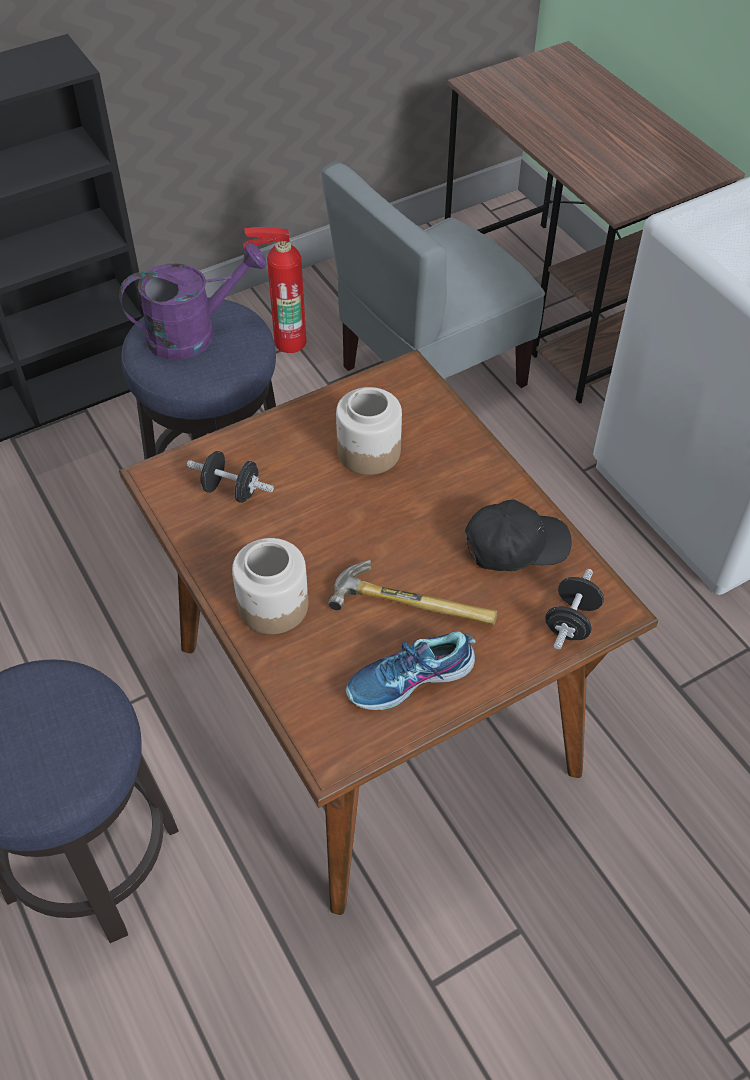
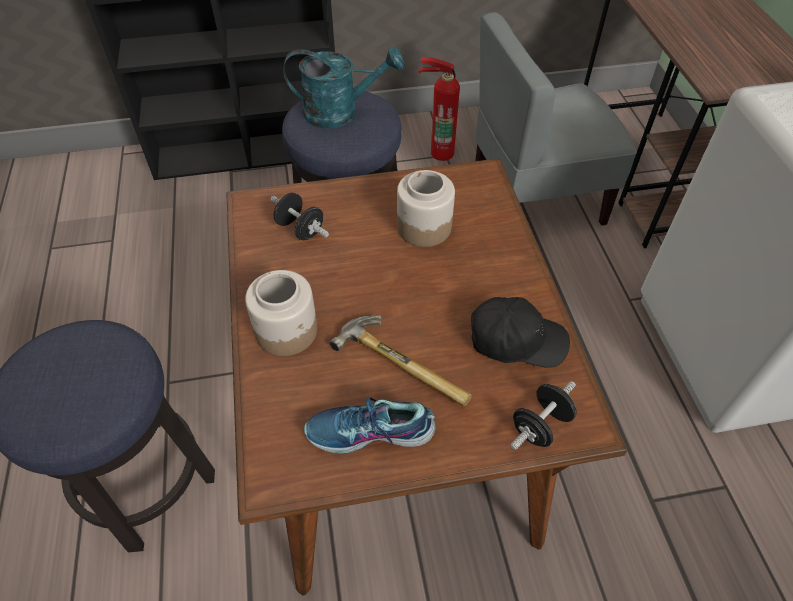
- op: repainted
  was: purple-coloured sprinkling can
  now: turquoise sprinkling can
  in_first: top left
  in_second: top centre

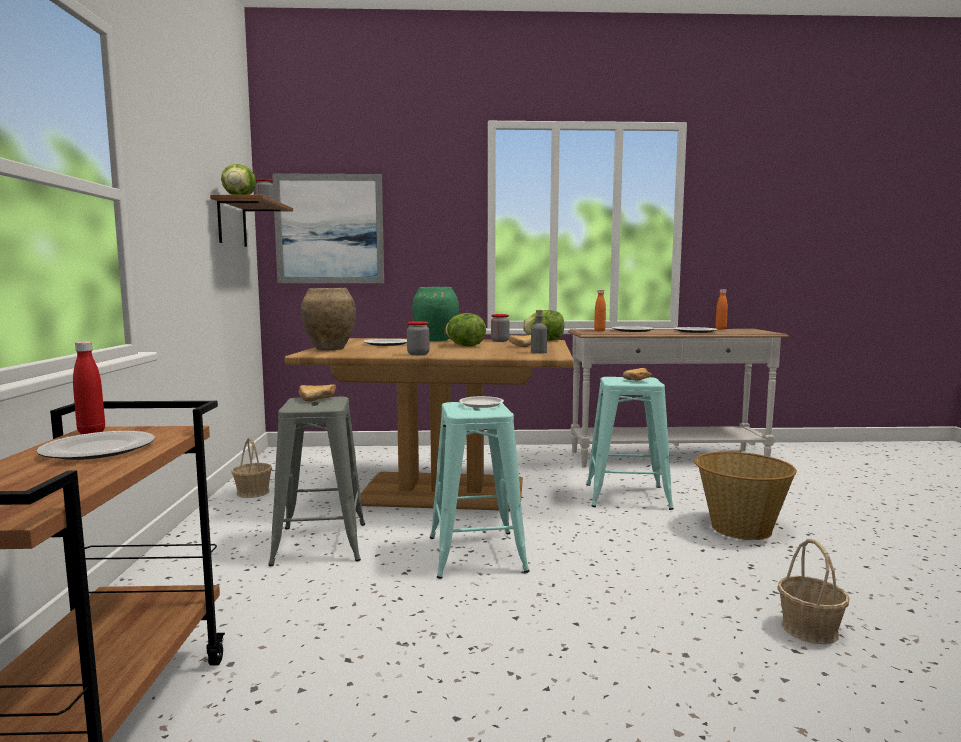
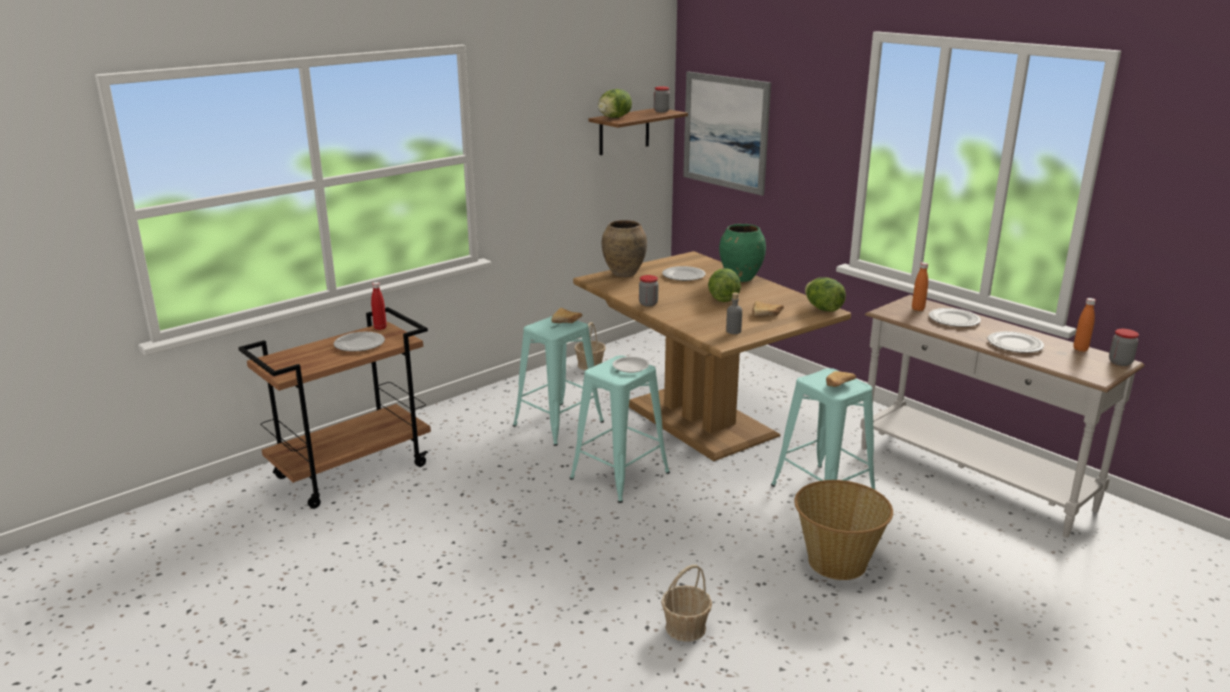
- op: shifted
  was: preserve jar (no. 3 from left)
  in_first: centre
  in_second: middle right
- op: repainted
  was: greyish stool
  now: turquoise stool (no. 1 from left)
  in_first: middle left
  in_second: centre

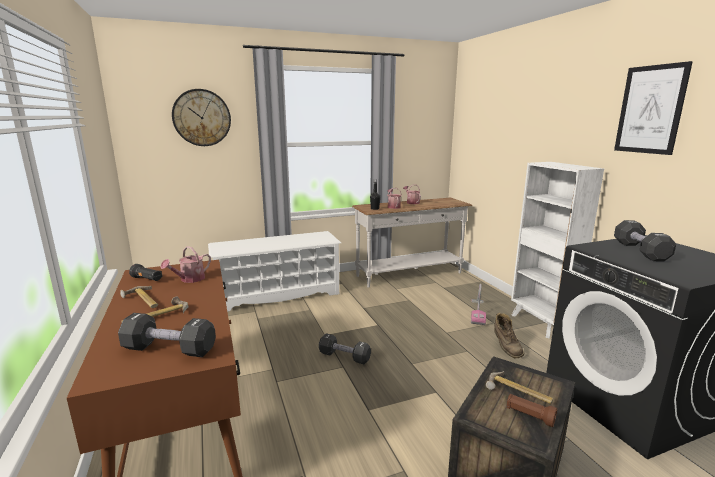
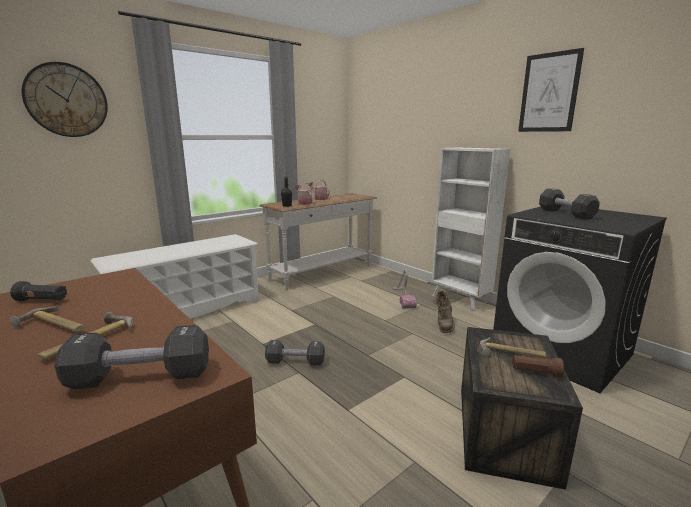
- op: gone
  was: sprinkling can (no. 1 from left)
  in_first: middle left
- op: rotated
  was: brown tall boot
  in_first: bottom right
  in_second: centre
  clockwise: 45

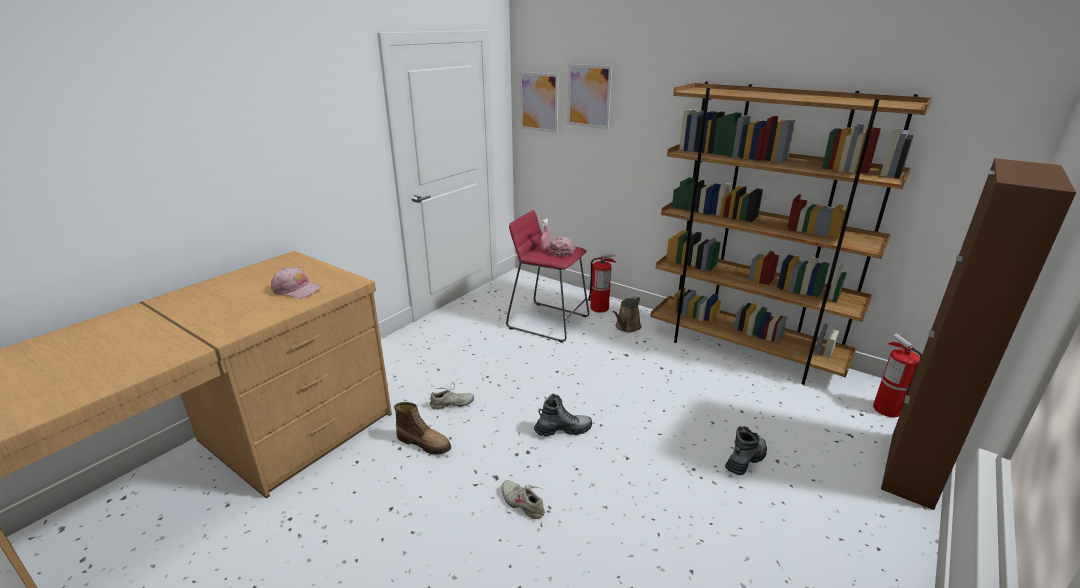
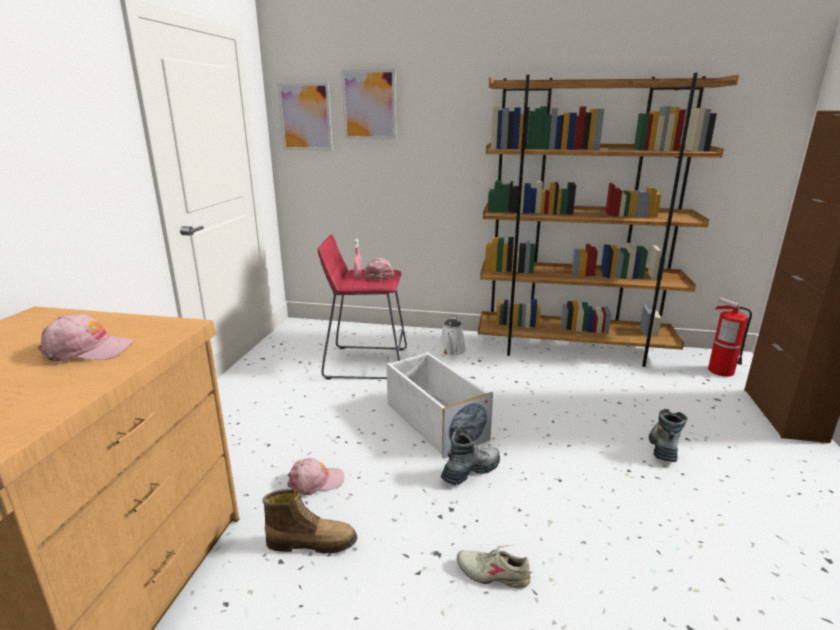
- op: gone
  was: extinguisher (no. 1 from left)
  in_first: centre
- op: new
  now: white storage box
  in_second: centre
- op: swapped
  was: beige-coloured low shoe (no. 1 from left)
  now: pinkish peaked cap (no. 2 from left)
  in_first: bottom centre
  in_second: bottom centre
- op: repainted
  was: brown sprinkling can
  now: white sprinkling can
  in_first: centre
  in_second: centre

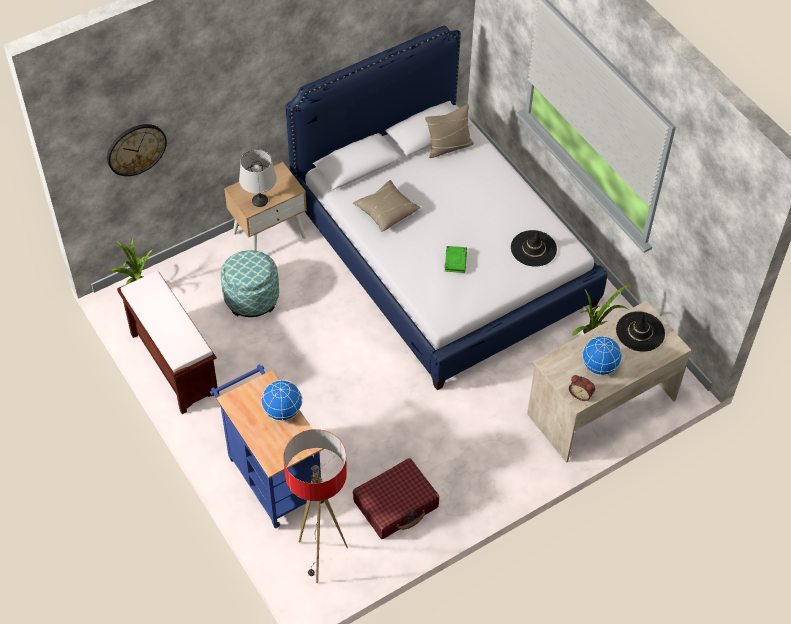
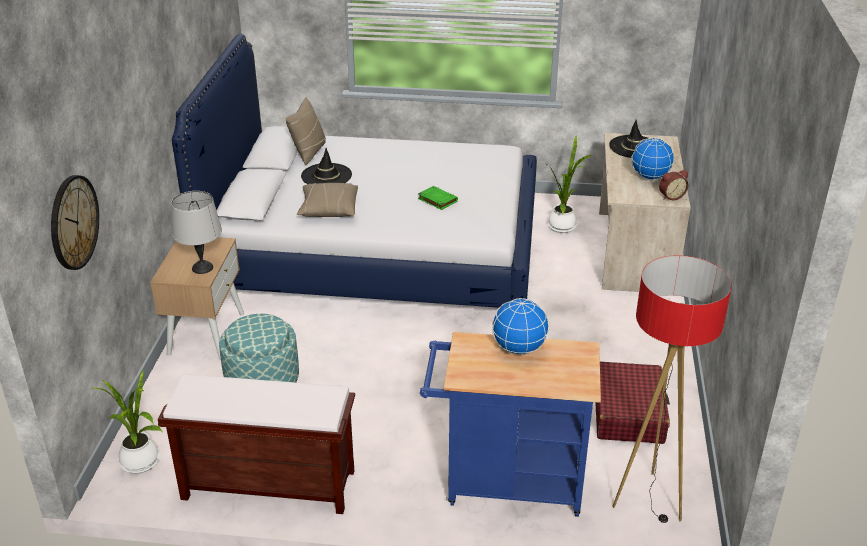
- op: shifted
  was: black-coloured clothing hat (no. 1 from left)
  in_first: middle right
  in_second: top centre

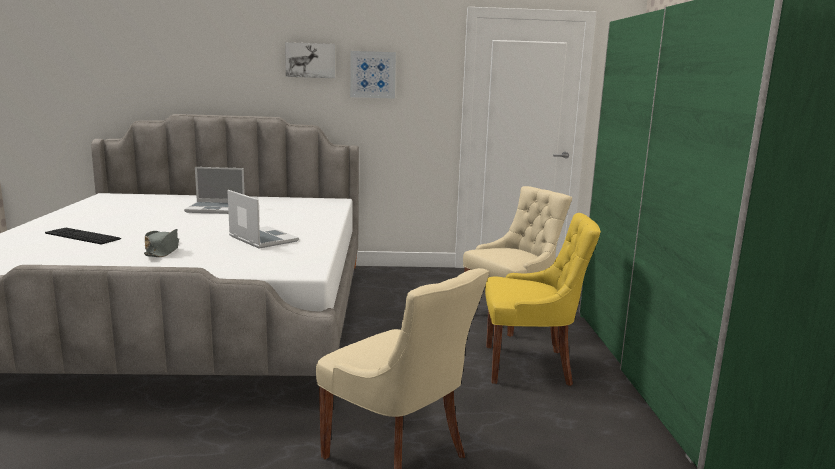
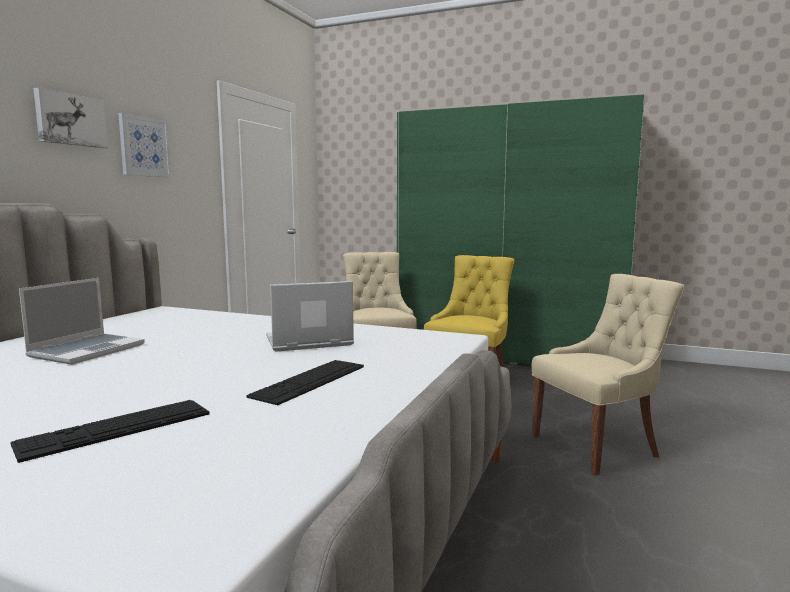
- op: swapped
  was: greyish clothing hat
  now: keyboard (no. 2 from left)
  in_first: middle left
  in_second: centre

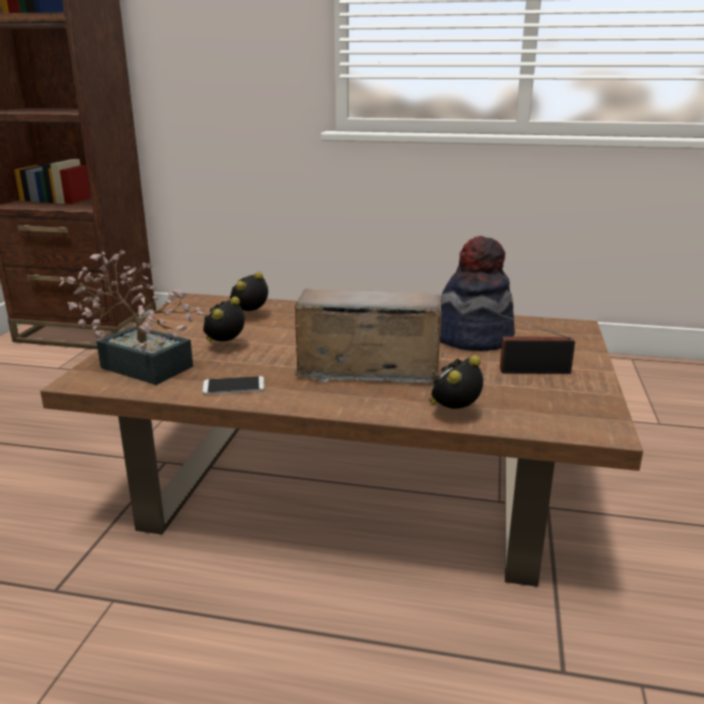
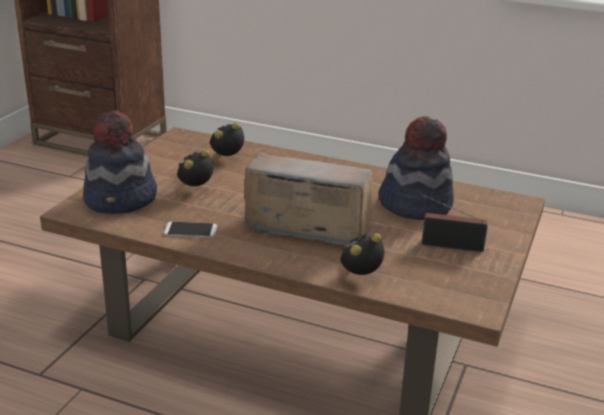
- op: swapped
  was: houseplant
  now: clothing hat (no. 1 from left)
  in_first: middle left
  in_second: middle left

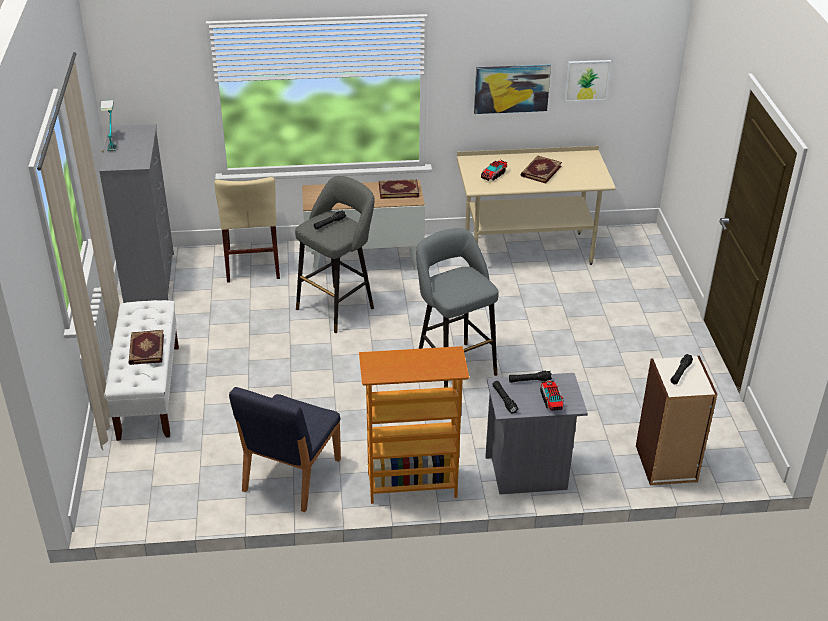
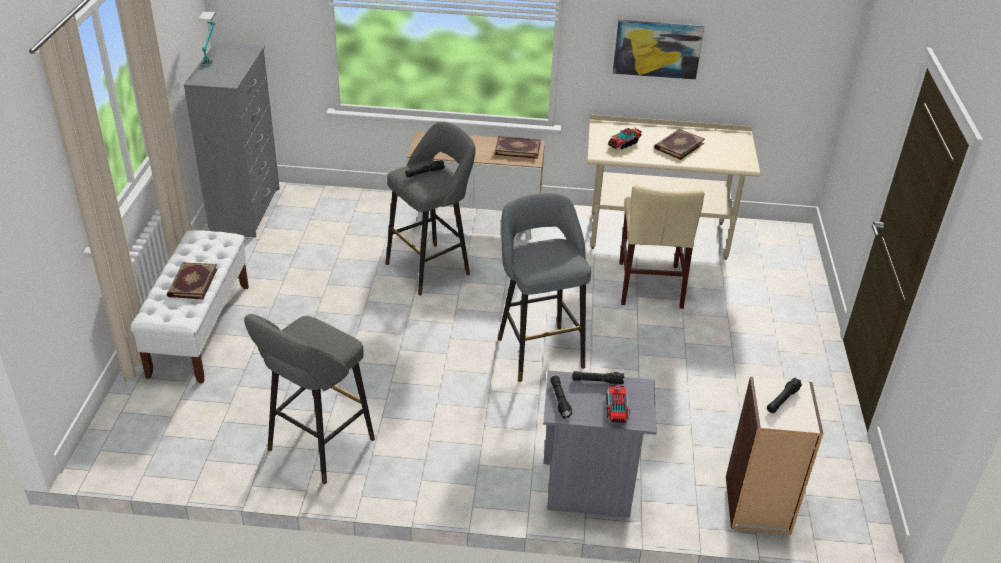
- op: gone
  was: bookshelf (no. 1 from left)
  in_first: bottom centre
- op: gone
  was: wall picture (no. 2 from left)
  in_first: top right
- op: shifted
  was: beige-coloured plain chair
  in_first: middle left
  in_second: centre
- op: swapped
  was: blue-coloured plain chair
  now: greyish stool (no. 1 from left)
  in_first: bottom centre
  in_second: bottom left

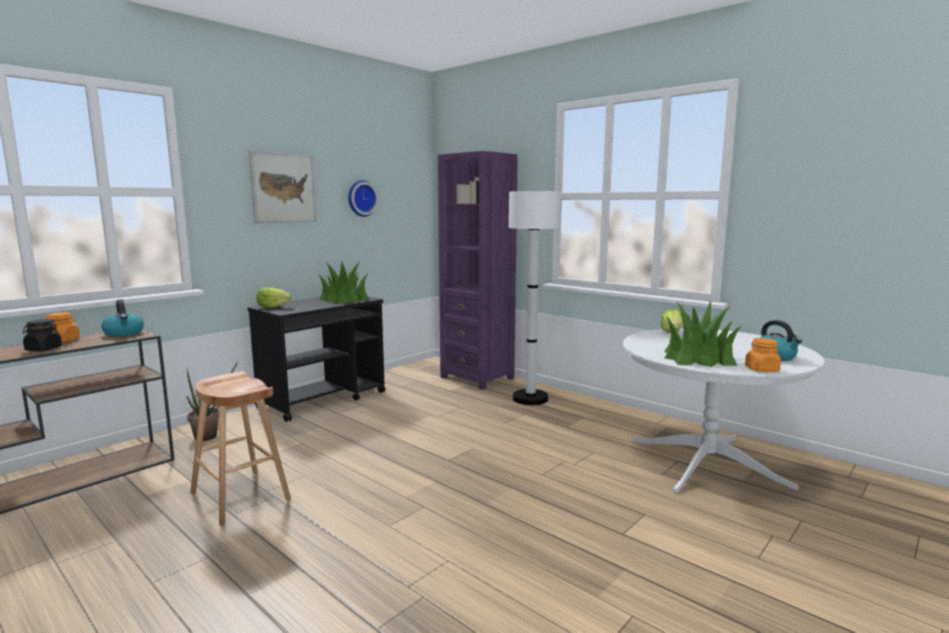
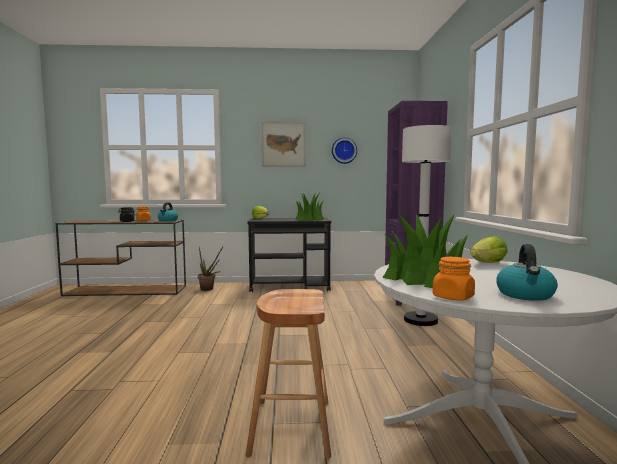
- op: shifted
  was: brown stool
  in_first: bottom left
  in_second: bottom centre

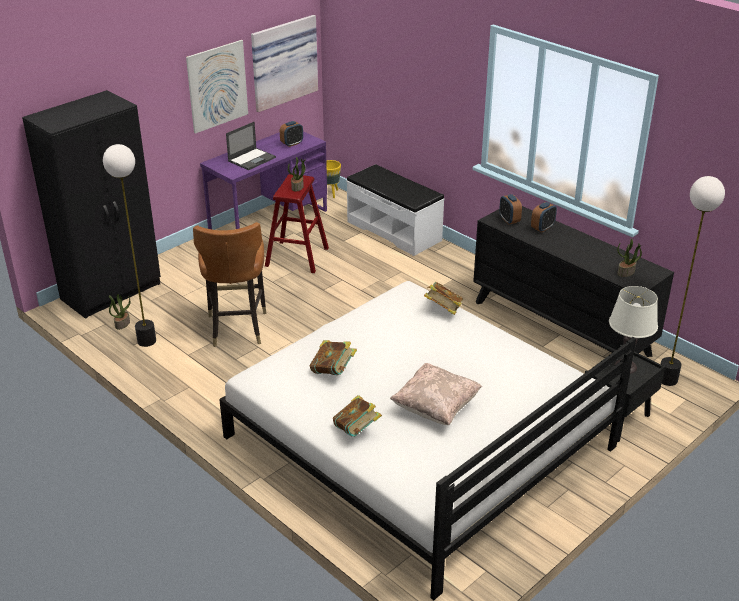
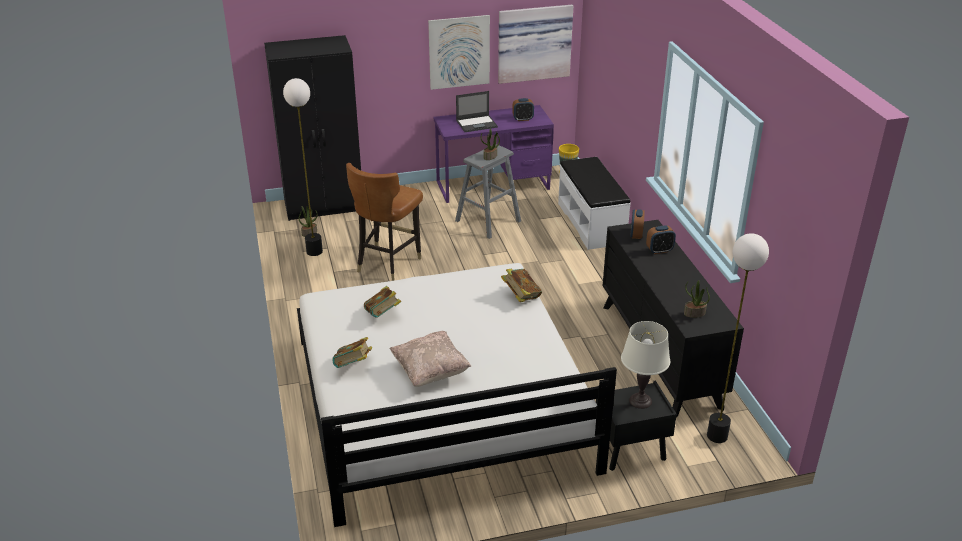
- op: repainted
  was: red stool
  now: greyish stool
  in_first: centre
  in_second: centre

